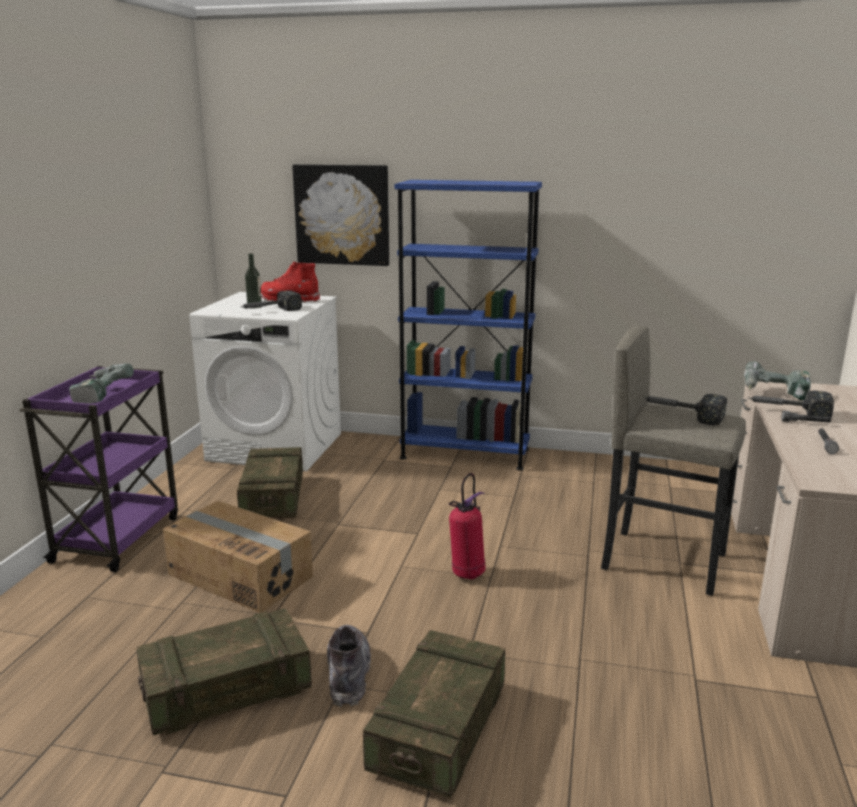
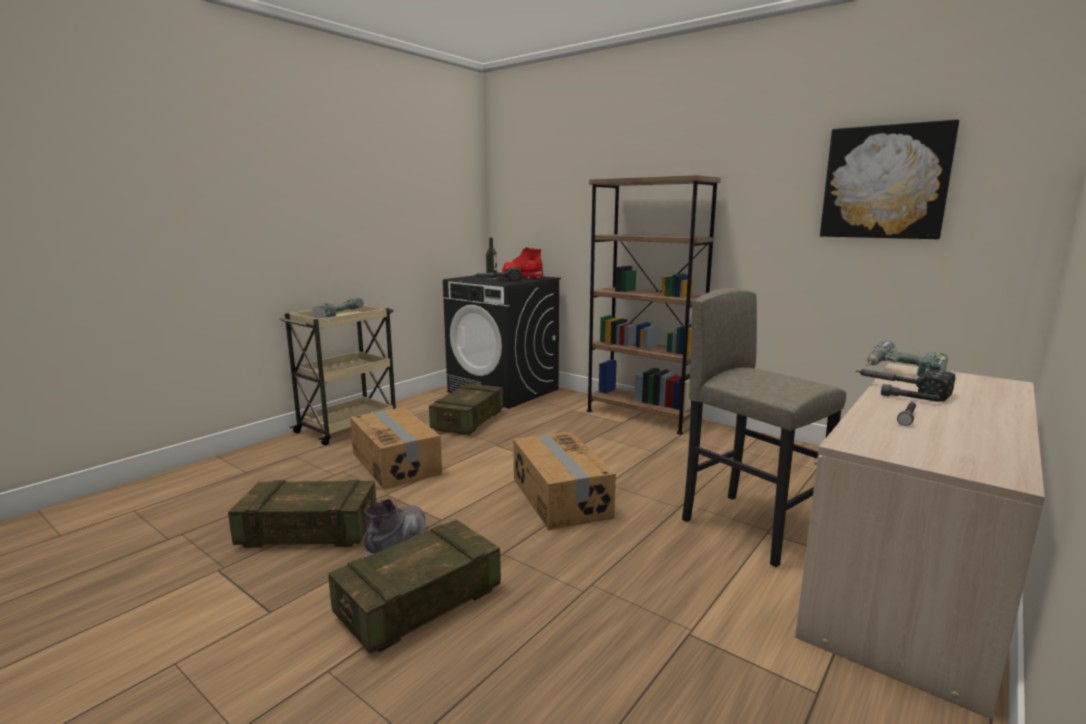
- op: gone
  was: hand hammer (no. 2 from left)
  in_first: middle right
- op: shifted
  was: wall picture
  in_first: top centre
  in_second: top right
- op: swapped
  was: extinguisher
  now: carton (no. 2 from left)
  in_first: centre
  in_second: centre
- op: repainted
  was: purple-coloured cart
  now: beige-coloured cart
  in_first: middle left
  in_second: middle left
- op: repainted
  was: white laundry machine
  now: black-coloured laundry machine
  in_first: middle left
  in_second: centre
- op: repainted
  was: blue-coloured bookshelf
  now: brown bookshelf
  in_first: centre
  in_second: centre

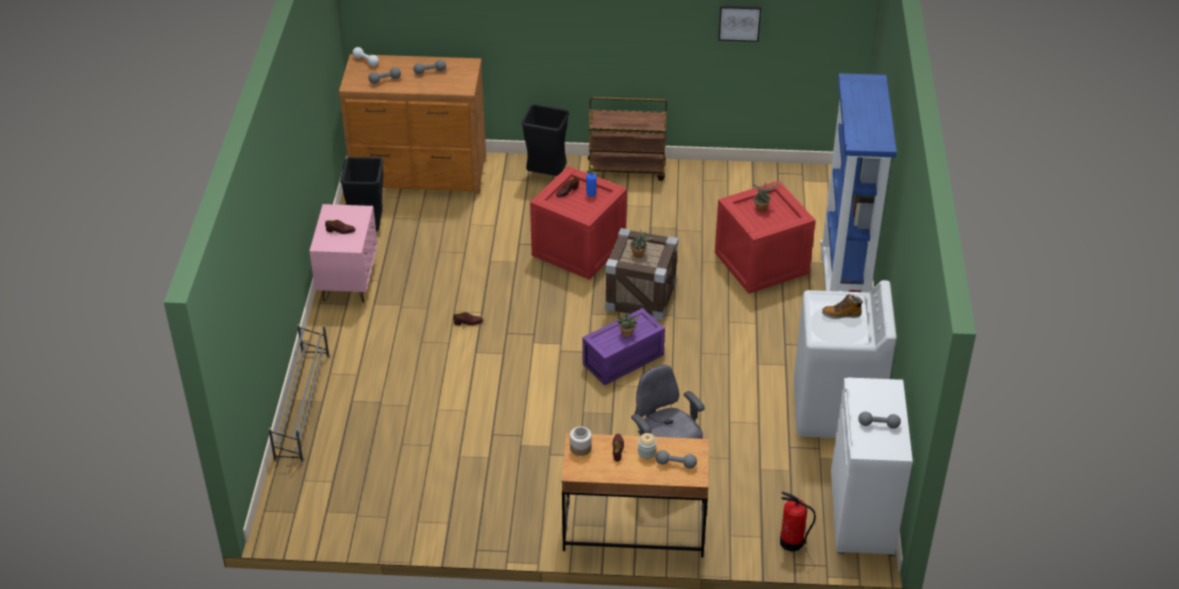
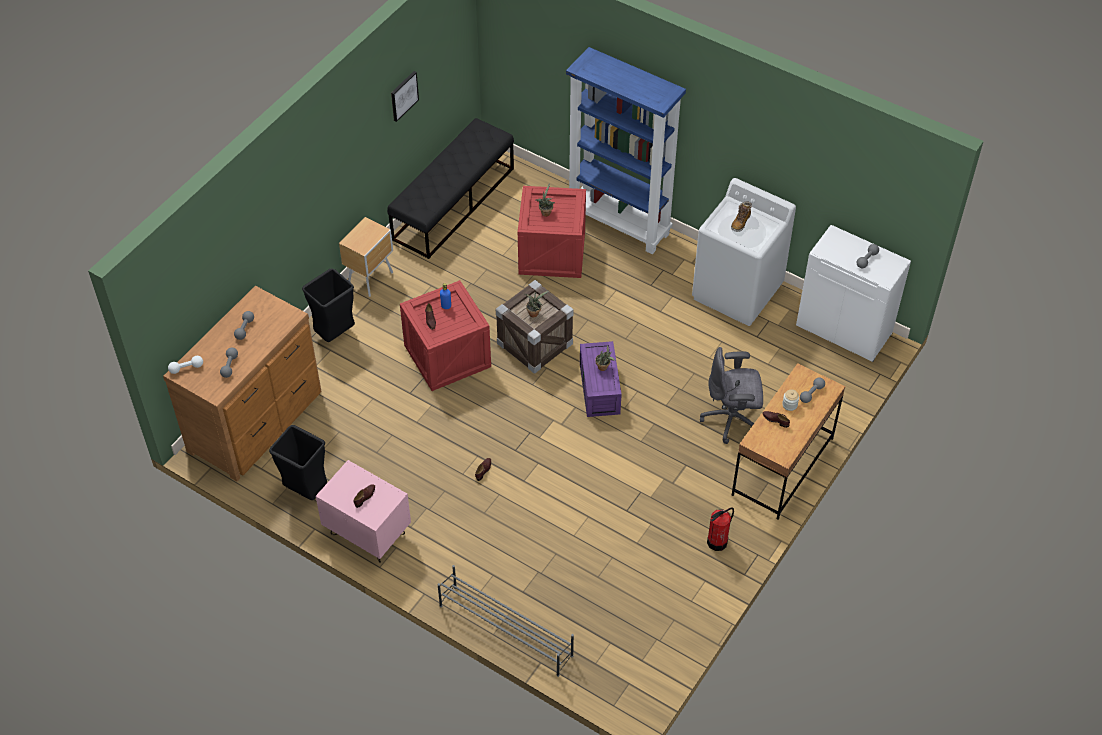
- op: gone
  was: preserve jar (no. 1 from left)
  in_first: bottom centre
- op: new
  now: black-coloured indoor bench
  in_second: top centre
- op: shifted
  was: extinguisher
  in_first: bottom right
  in_second: bottom centre
- op: swapped
  was: brown cart
  now: brown bedside table
  in_first: top centre
  in_second: middle left

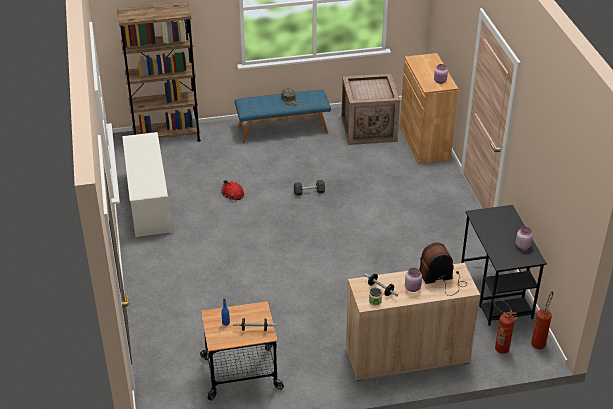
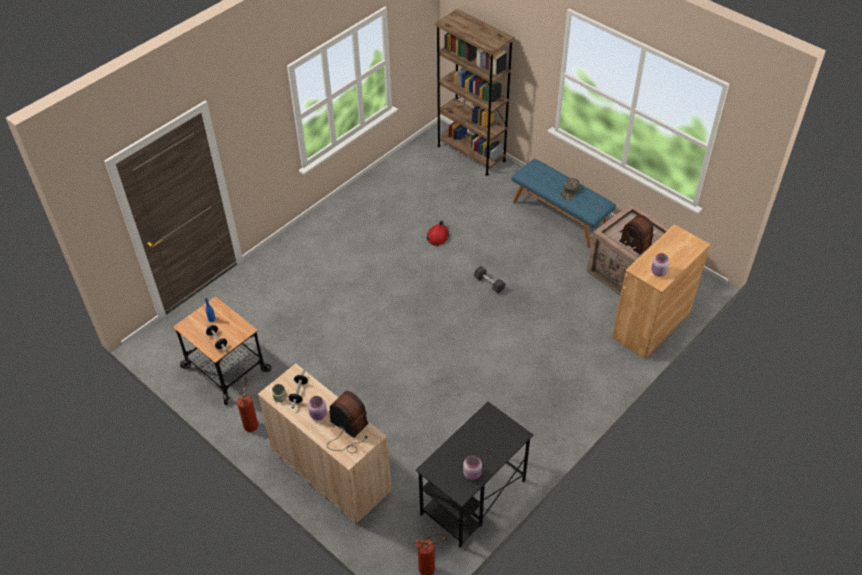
- op: gone
  was: white shoe rack
  in_first: middle left
- op: new
  now: radio (no. 2 from left)
  in_second: middle right
- op: shifted
  was: extinguisher (no. 1 from left)
  in_first: bottom right
  in_second: bottom left

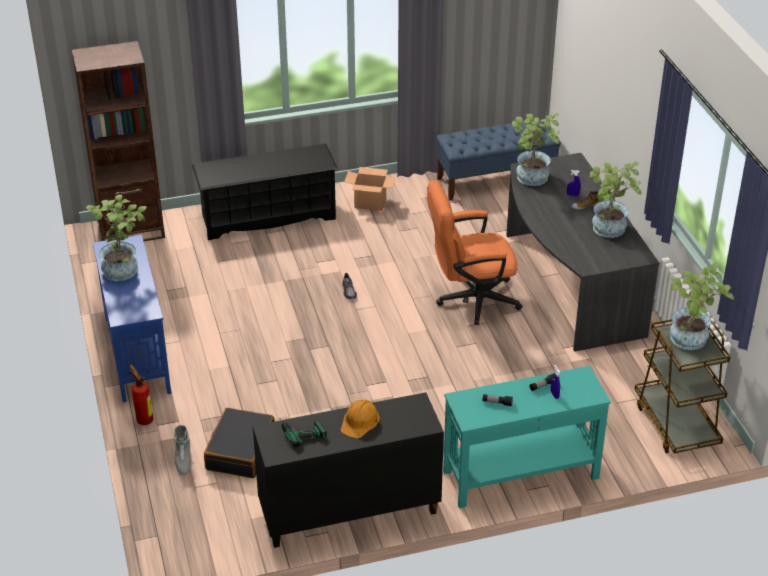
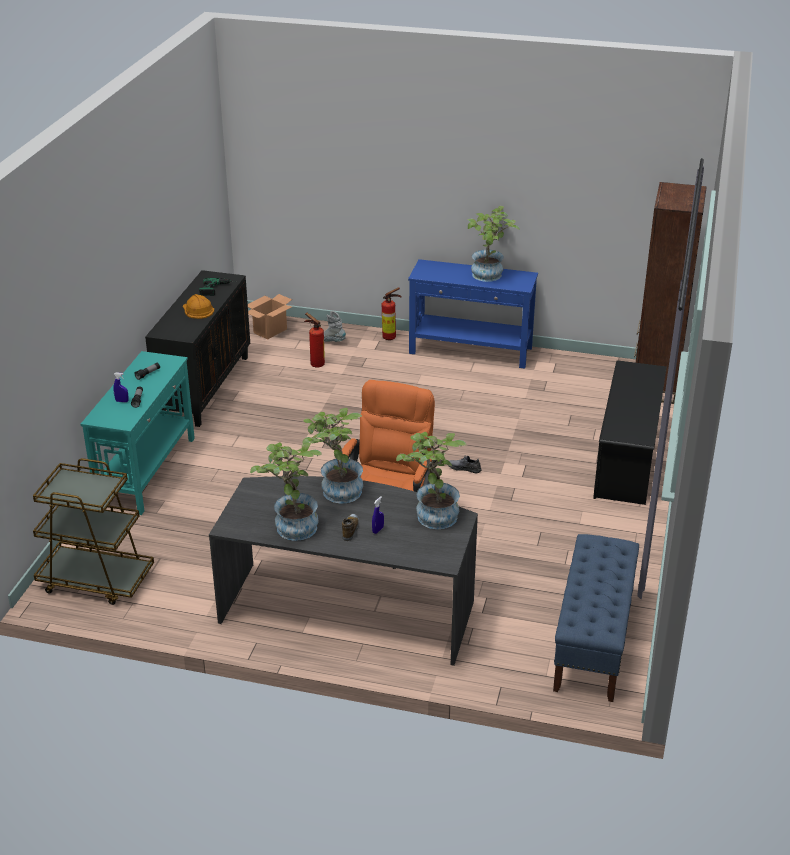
- op: shifted
  was: carton
  in_first: top centre
  in_second: centre
- op: shifted
  was: houseplant (no. 4 from left in the first image)
  now: houseplant (no. 2 from left)
  in_first: middle right
  in_second: centre
- op: swapped
  was: black-coloured piece of luggage
  now: extinguisher (no. 1 from left)
  in_first: bottom left
  in_second: centre

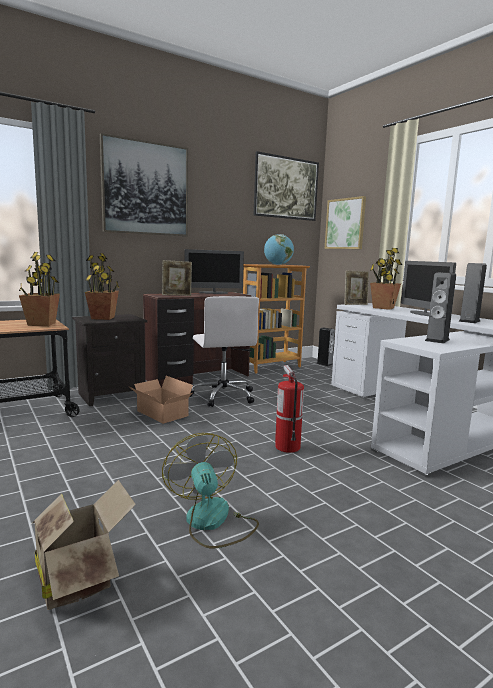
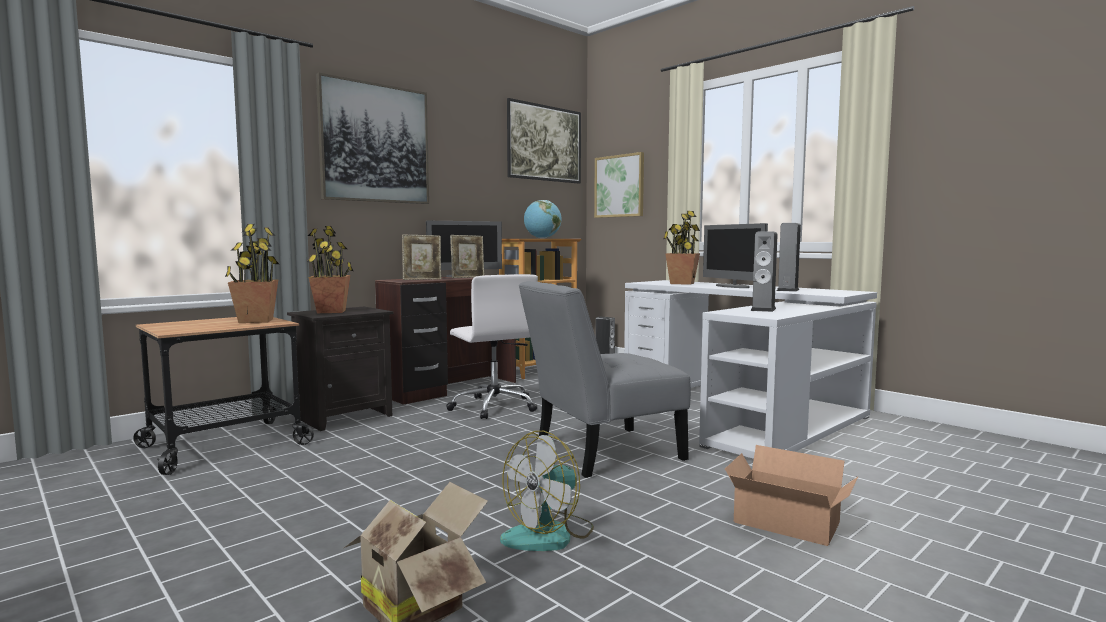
- op: shifted
  was: carton (no. 2 from left)
  in_first: middle left
  in_second: bottom right
- op: shifted
  was: photo frame (no. 2 from left)
  in_first: middle right
  in_second: centre
- op: swapped
  was: extinguisher
  now: greyish plain chair
  in_first: centre
  in_second: centre
- op: rotated
  was: electric fan
  in_first: bottom centre
  in_second: bottom centre
  clockwise: -105

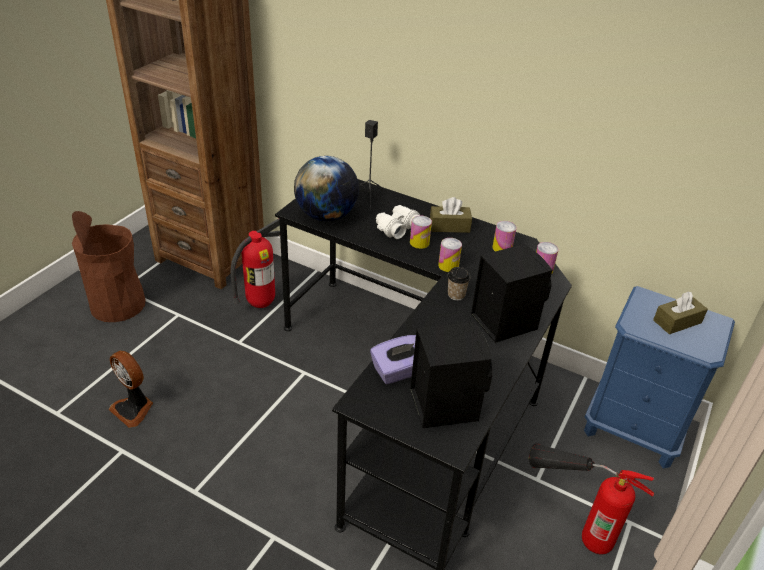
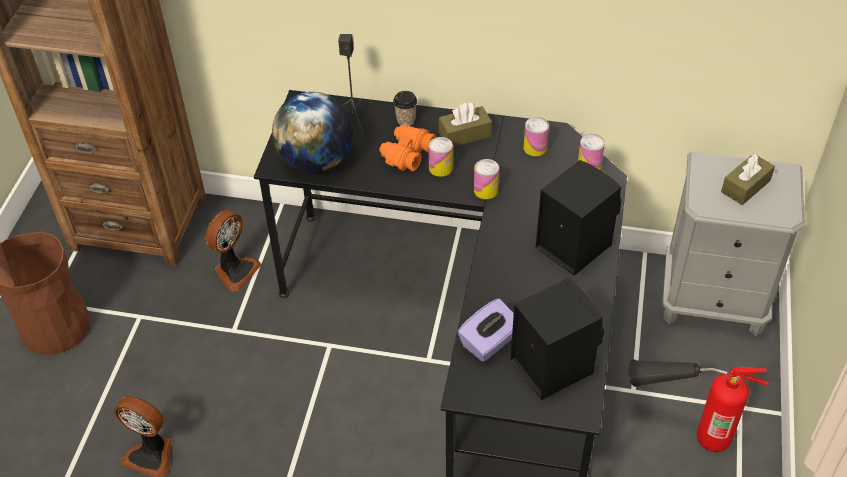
- op: shifted
  was: cup
  in_first: centre
  in_second: top centre
- op: swapped
  was: extinguisher (no. 1 from left)
  now: electric fan (no. 2 from left)
  in_first: centre
  in_second: middle left
- op: repainted
  was: white binoculars
  now: orange binoculars
  in_first: centre
  in_second: top centre
- op: repainted
  was: blue-coloured bedside table
  now: greyish bedside table
  in_first: middle right
  in_second: middle right

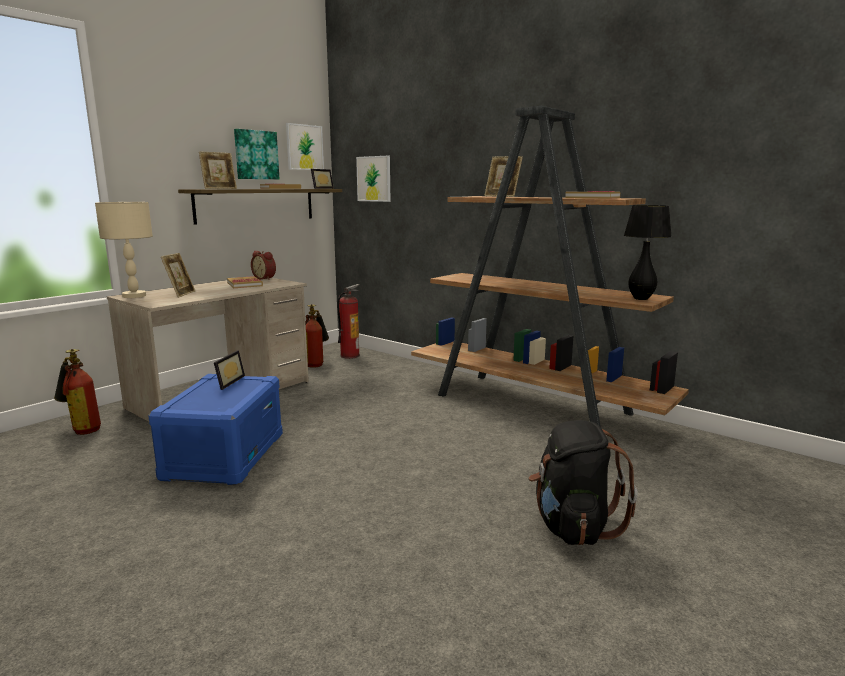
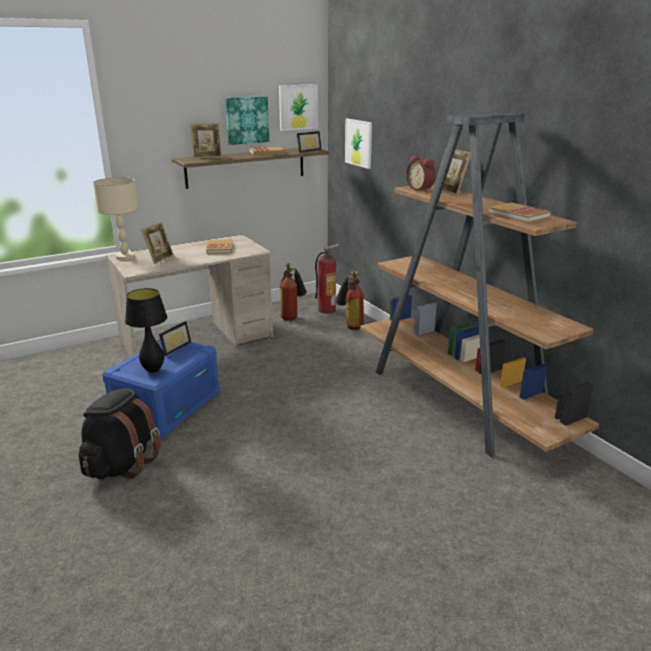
- op: shifted
  was: extinguisher (no. 1 from left in the first image)
  now: extinguisher (no. 3 from left)
  in_first: middle left
  in_second: centre
- op: shifted
  was: bedside clock
  in_first: middle left
  in_second: top centre
- op: shifted
  was: black-coloured rucksack
  in_first: bottom right
  in_second: bottom left
- op: shifted
  was: black-coloured lamp for a table
  in_first: middle right
  in_second: middle left

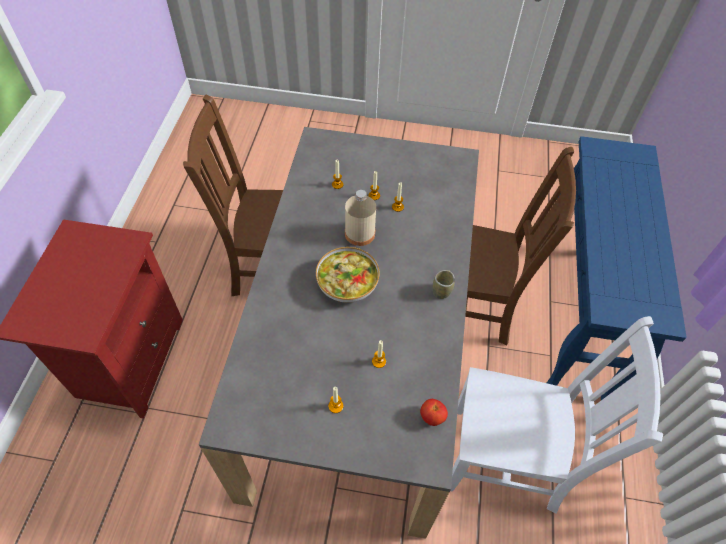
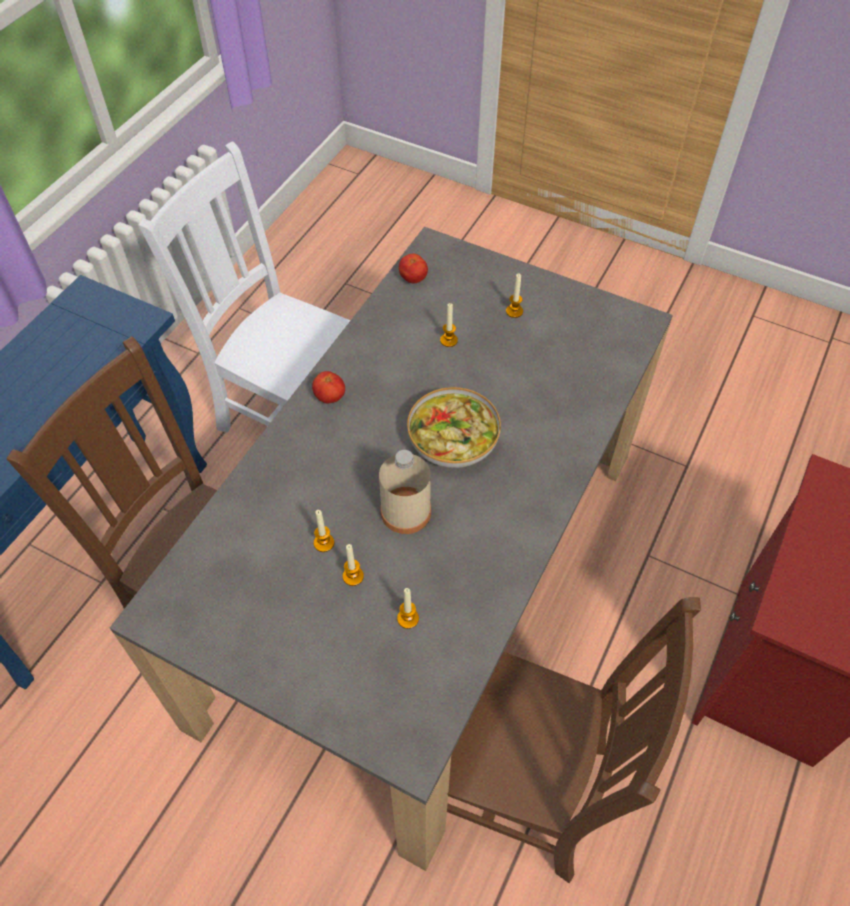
- op: swapped
  was: cup
  now: whole tomato (no. 1 from left)
  in_first: centre
  in_second: centre

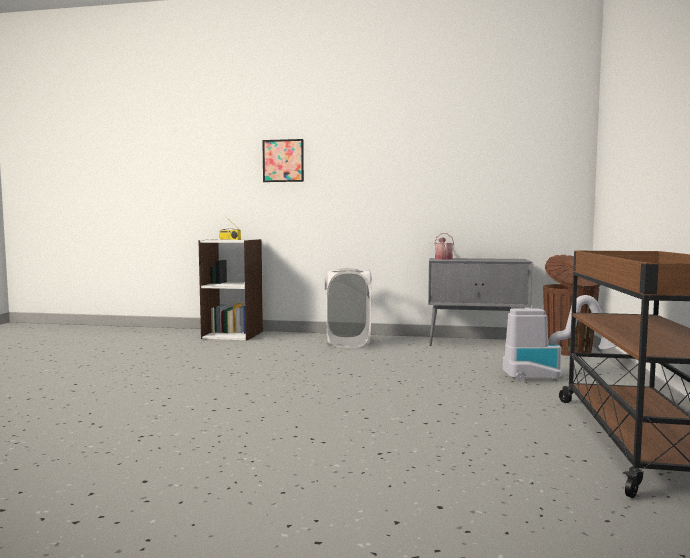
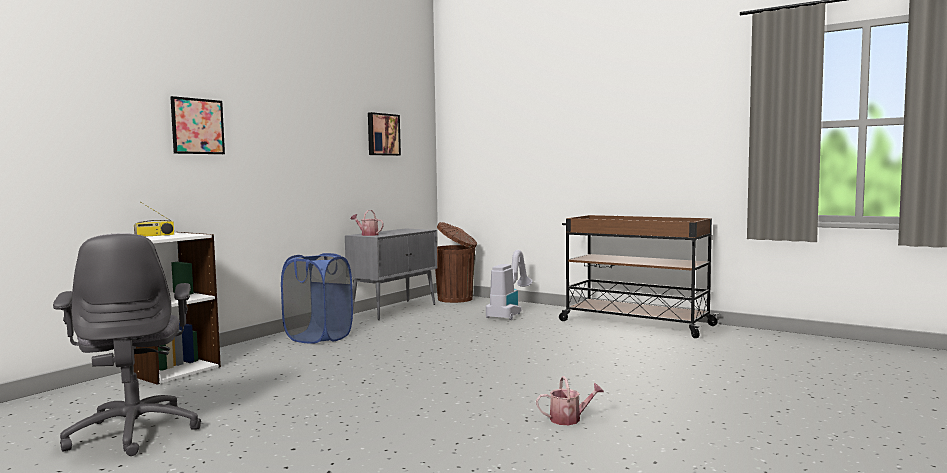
- op: new
  now: greyish desk chair
  in_second: bottom left
- op: new
  now: wall picture (no. 2 from left)
  in_second: top centre
- op: new
  now: sprinkling can (no. 2 from left)
  in_second: bottom centre
- op: repainted
  was: white hamper
  now: blue-coloured hamper
  in_first: centre
  in_second: centre

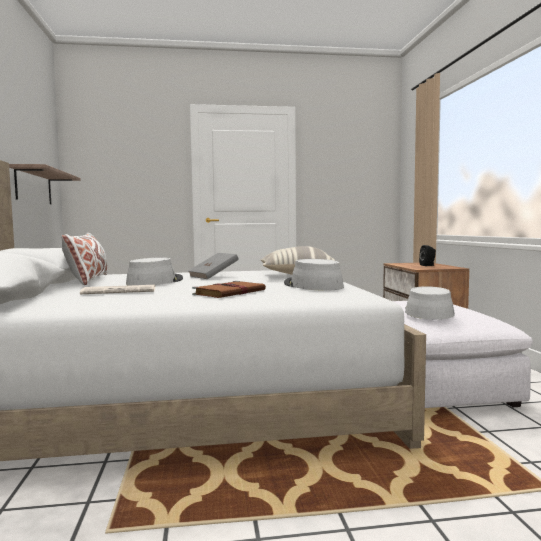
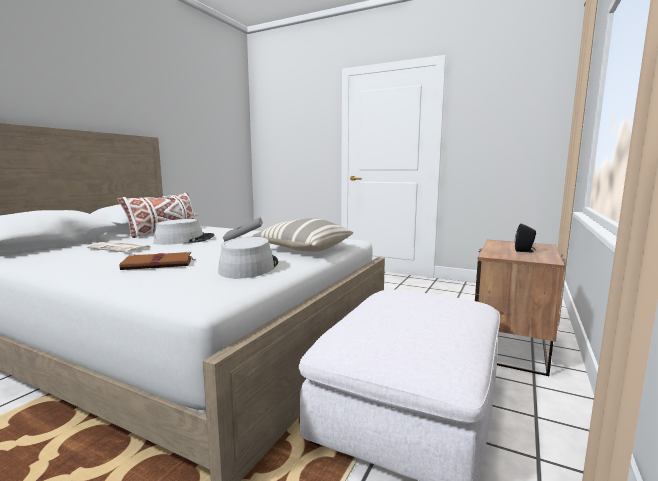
- op: gone
  was: shelf
  in_first: middle left
- op: gone
  was: greyish clothing hat (no. 3 from left)
  in_first: middle right

